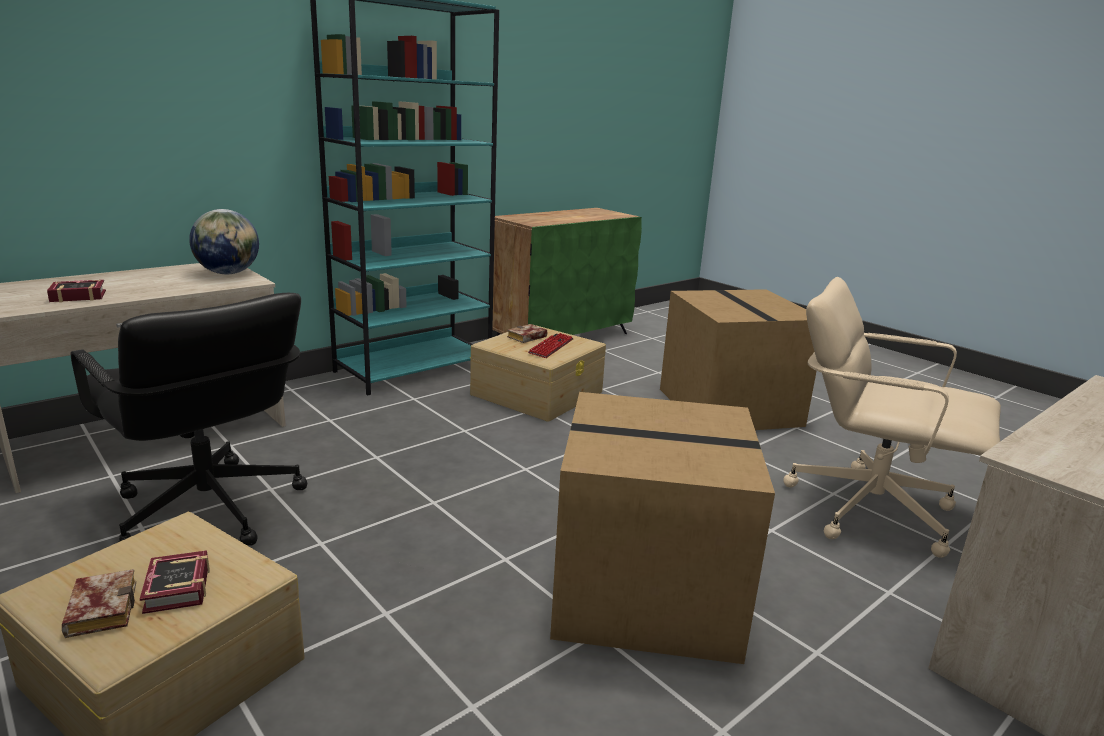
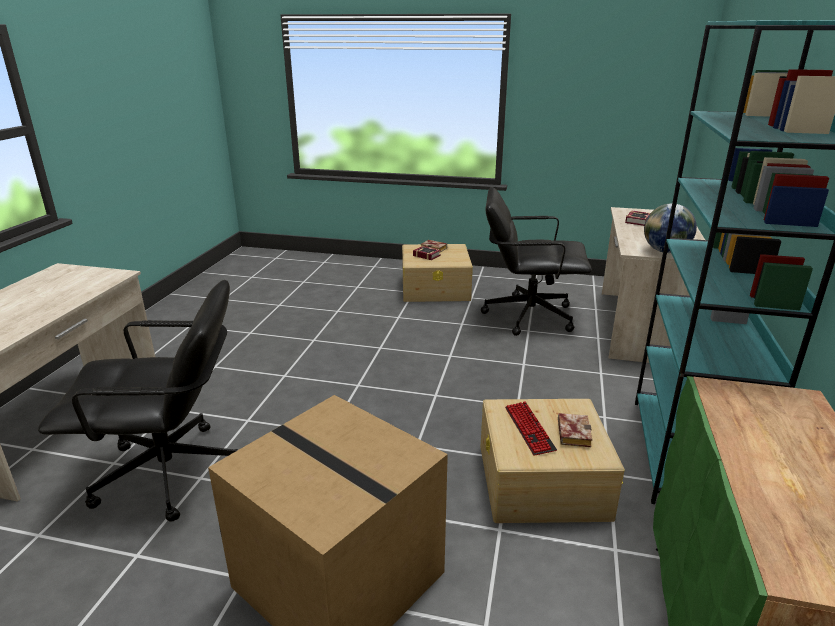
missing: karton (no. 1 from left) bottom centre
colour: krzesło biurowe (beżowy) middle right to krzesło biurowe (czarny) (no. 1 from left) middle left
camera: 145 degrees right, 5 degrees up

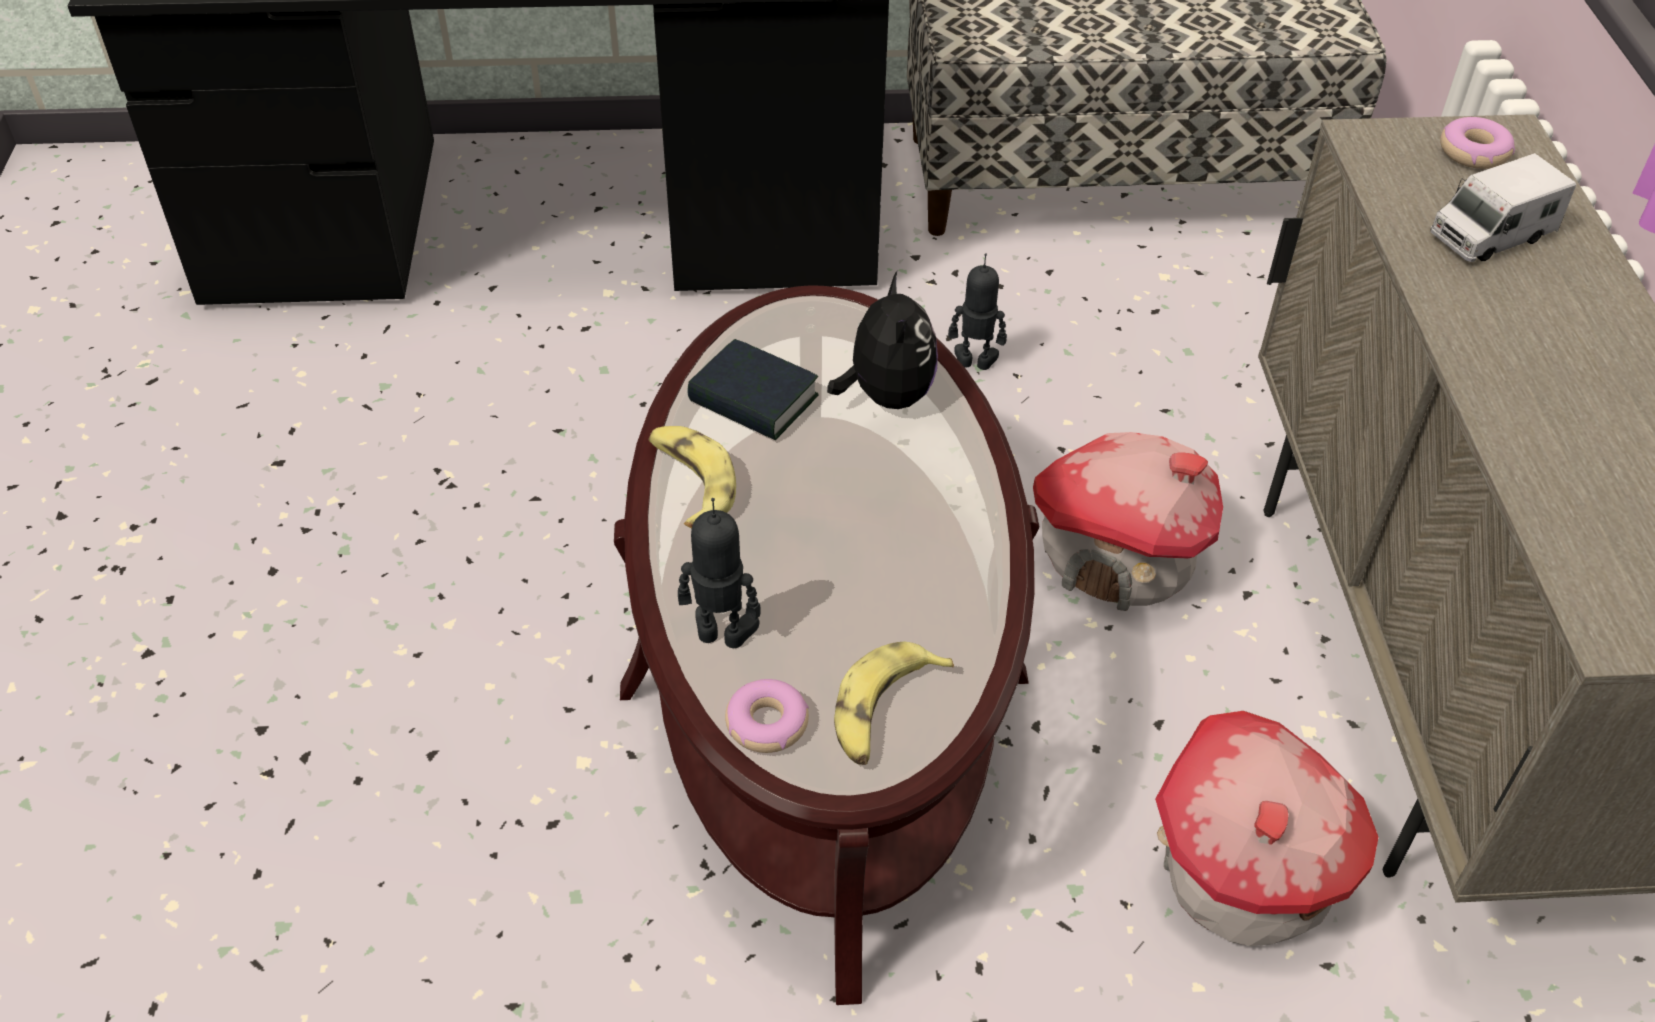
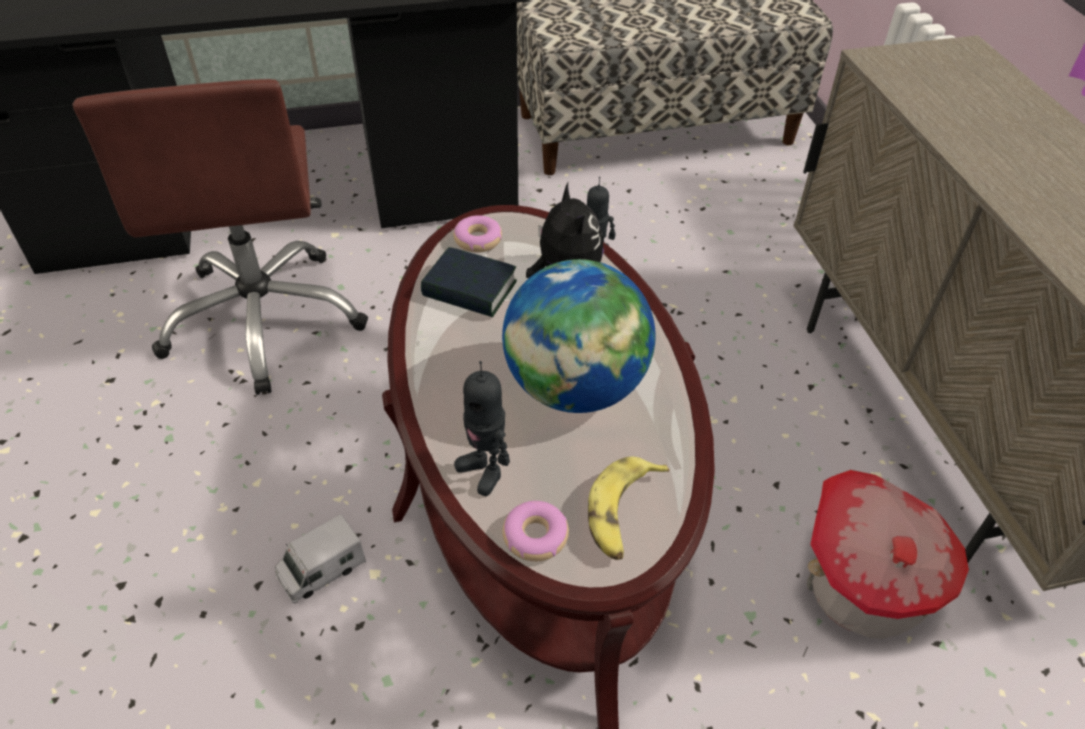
missing: banan (no. 1 from left) centre; domek (no. 1 from left) middle right
appeared: krzesło biurowe (brązowy) top left; globus centre
relocated: ciężarówka zabawkowa top right to bottom left; donut (no. 2 from left in the first image) top right to donut (no. 1 from left) top centre
spun: robot zabawkowy (no. 1 from left) centre = centre 135 degrees counterclockwise
camera: 10 degrees left, 0 degrees up

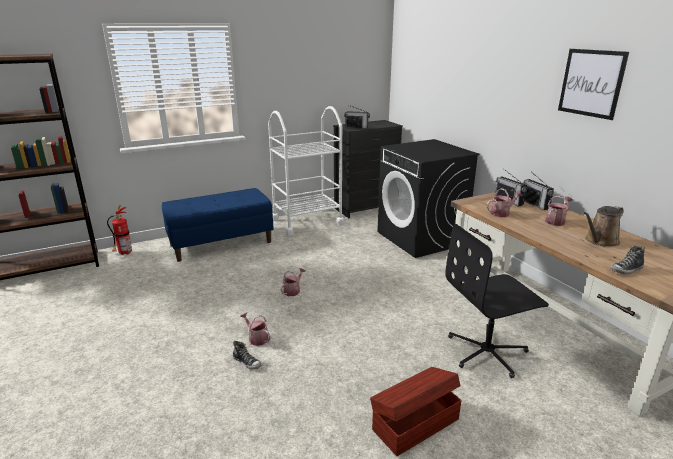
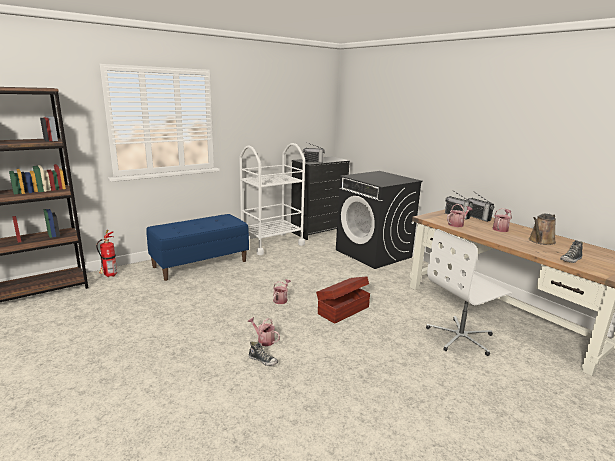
missing: obraz top right
relocated: pojemnik do przechowywania (brązowy) bottom centre to centre
colour: krzesło biurowe (czarny) middle right to krzesło biurowe (biały) middle right
camera: 10 degrees left, 5 degrees down

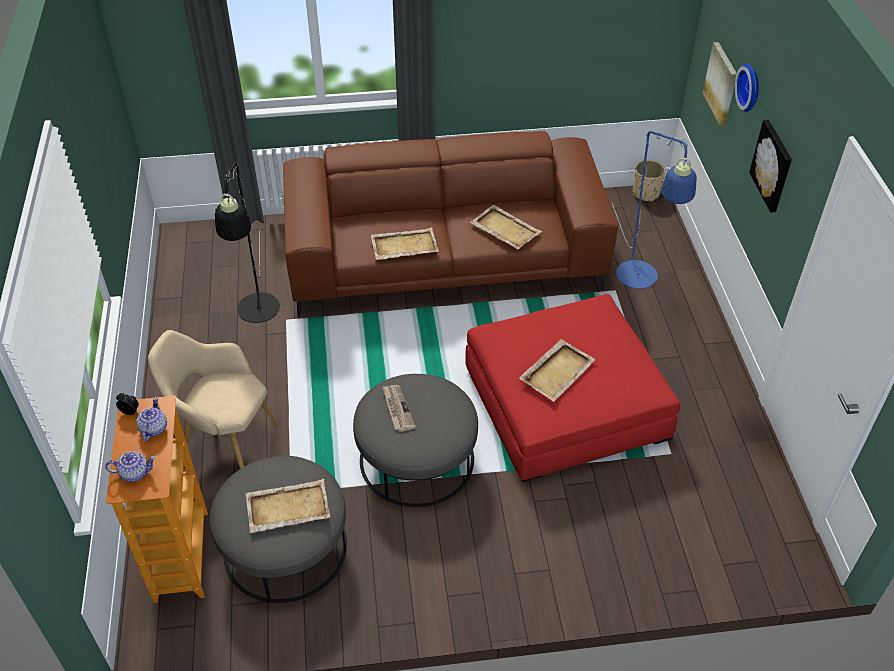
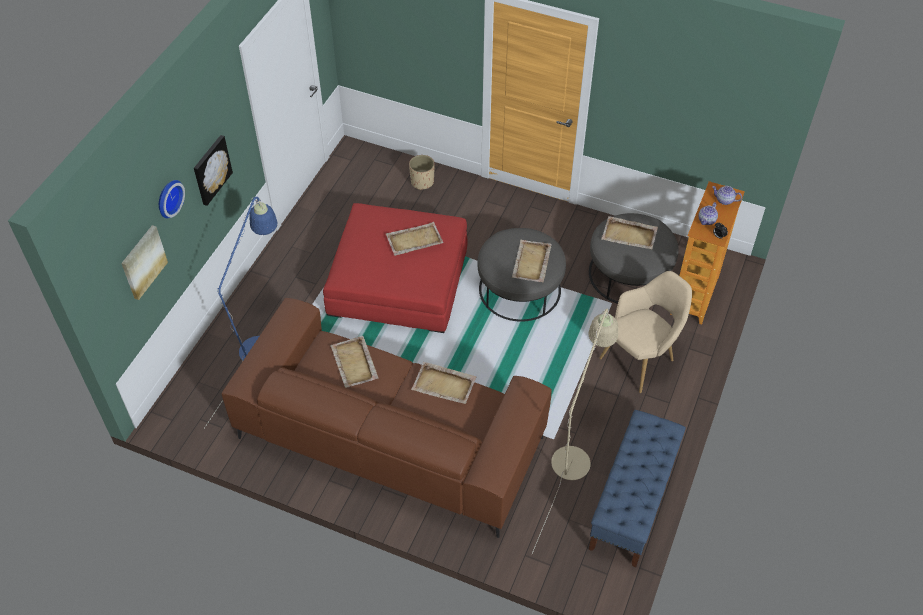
appeared: ławka (niebieski) bottom right
relocated: donica (beżowy) top right to top centre
exchanged: gazeta centre to taca (beżowy) (no. 4 from left) centre
colour: lampa stojąca (czarny) middle left to lampa stojąca (beżowy) bottom centre
spun: fotel (beżowy) middle left = middle right 90 degrees counterclockwise
camera: 150 degrees left, 5 degrees up

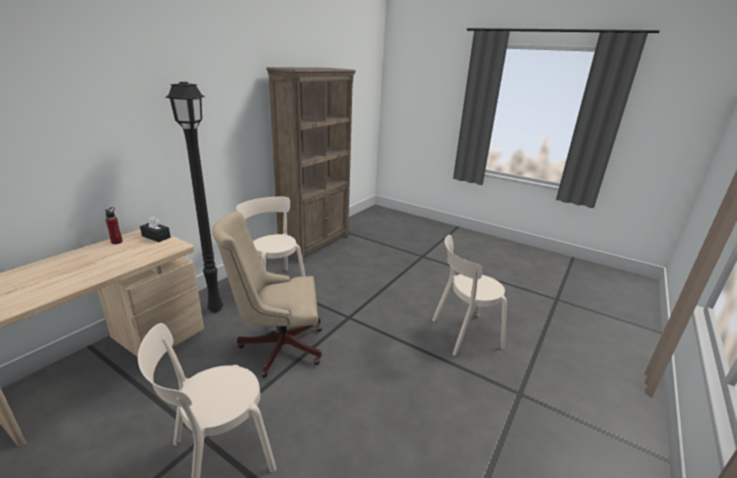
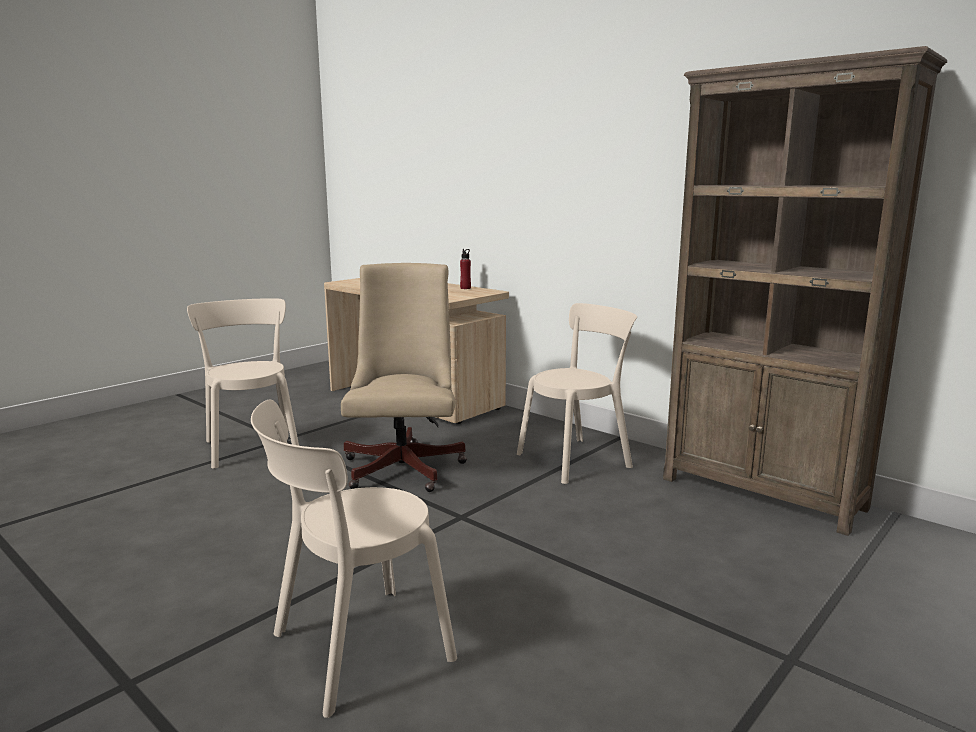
missing: pudełko chusteczek (czarny) middle left; lampa stojąca (czarny) middle left
spun: krzesło (beżowy) (no. 3 from left in the first image) centre = bottom centre 120 degrees counterclockwise
camera: 100 degrees right, 10 degrees down

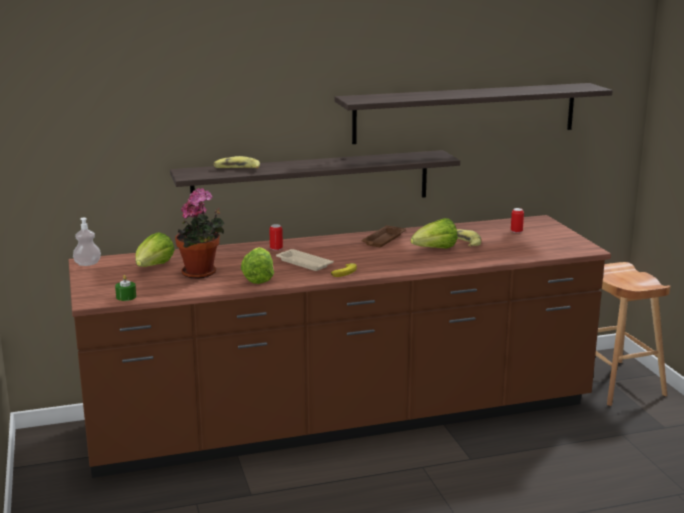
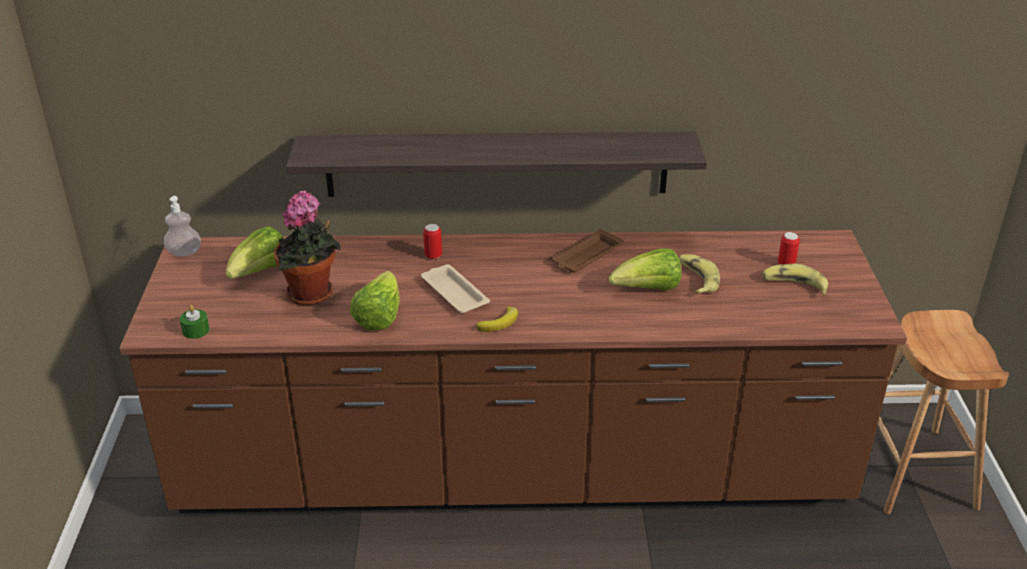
missing: półka (no. 2 from left) top right
relocated: banan (no. 1 from left in the first image) top centre to banan (no. 3 from left) middle right
camera: 15 degrees right, 15 degrees up

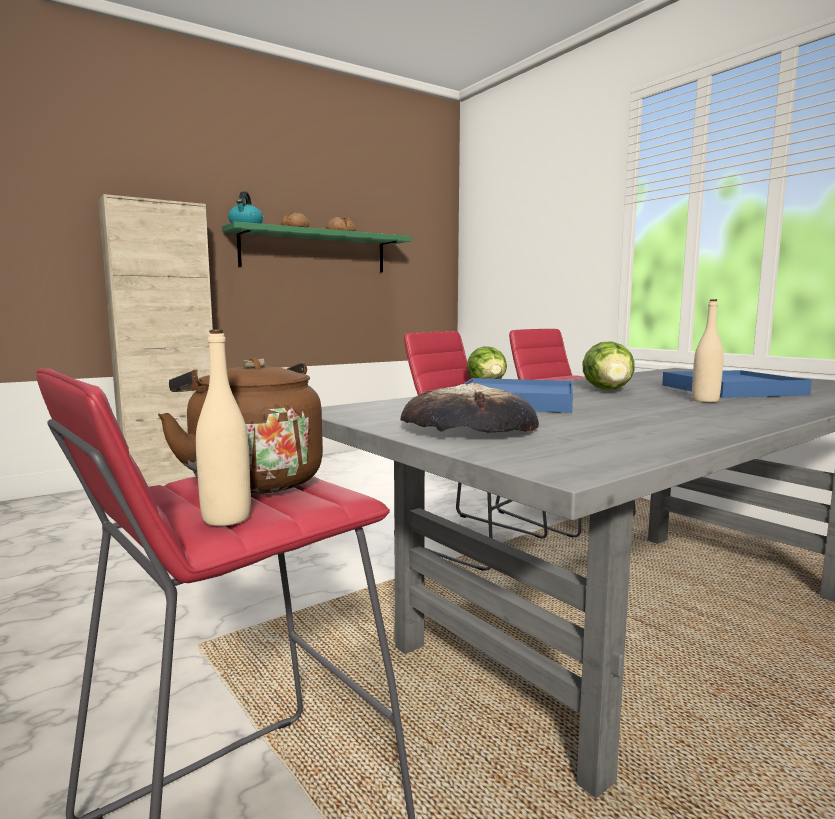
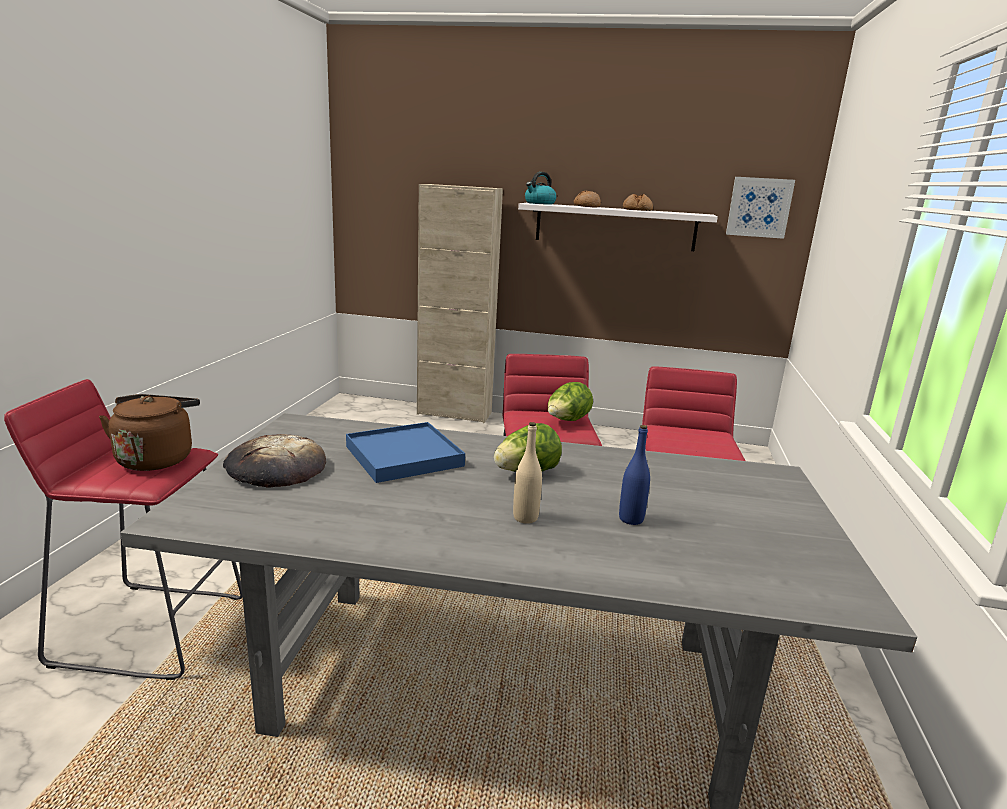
missing: butelka (beżowy) (no. 1 from left) middle left
appeared: obraz top right
exchanged: taca (niebieski) (no. 2 from left) middle right to butelka (niebieski) centre
colour: półka (zielony) top centre to półka (biały) top centre
camera: 45 degrees right, 10 degrees up

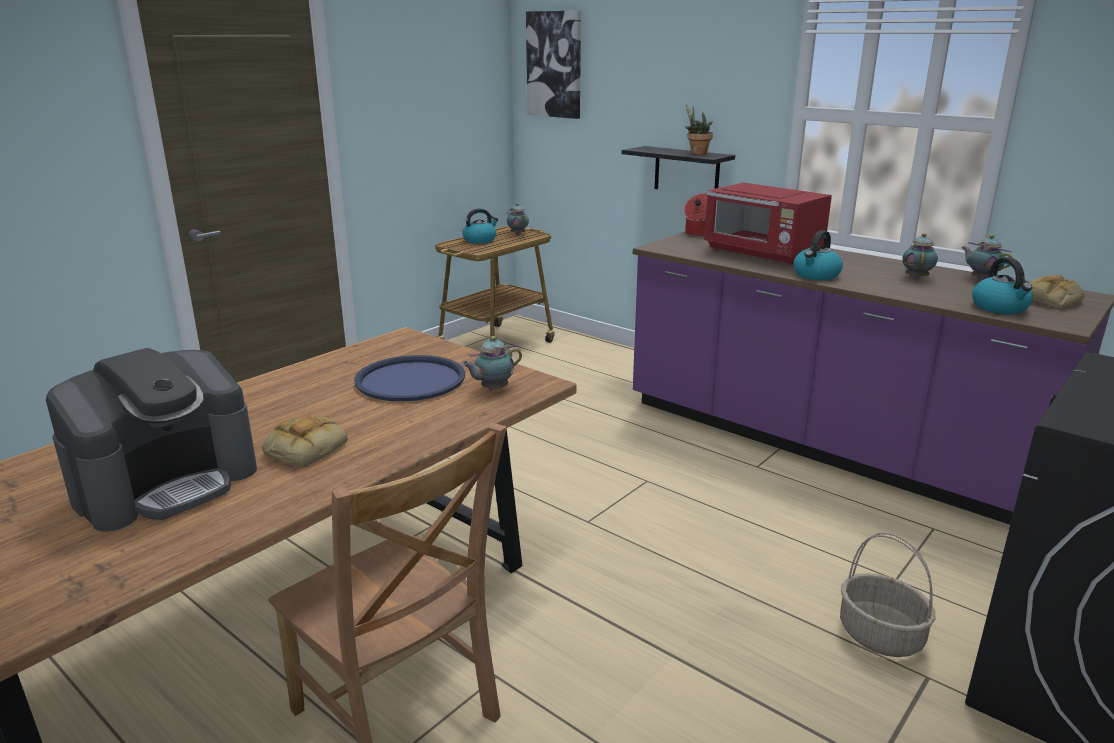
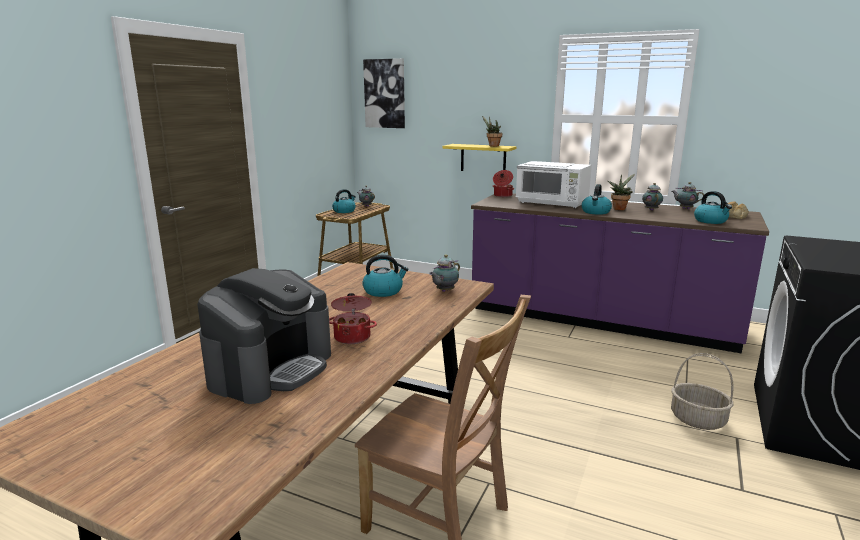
appeared: roślina doniczkowa (no. 2 from left) middle right
exchanged: chleb (no. 1 from left) middle left to garnek (no. 1 from left) centre; taca (niebieski) centre to czajnik (no. 2 from left) centre
colour: półka (czarny) top centre to półka (żółty) top centre; mikrofalówka (czerwony) top right to mikrofalówka (biały) centre
camera: 15 degrees left, 5 degrees down

